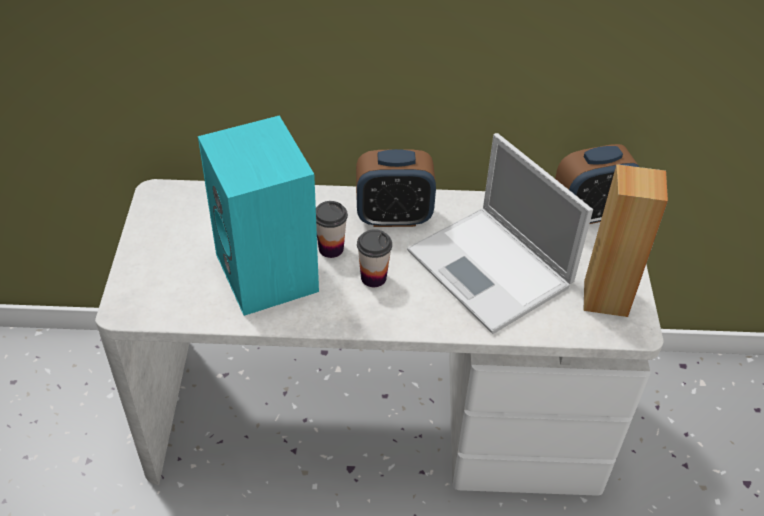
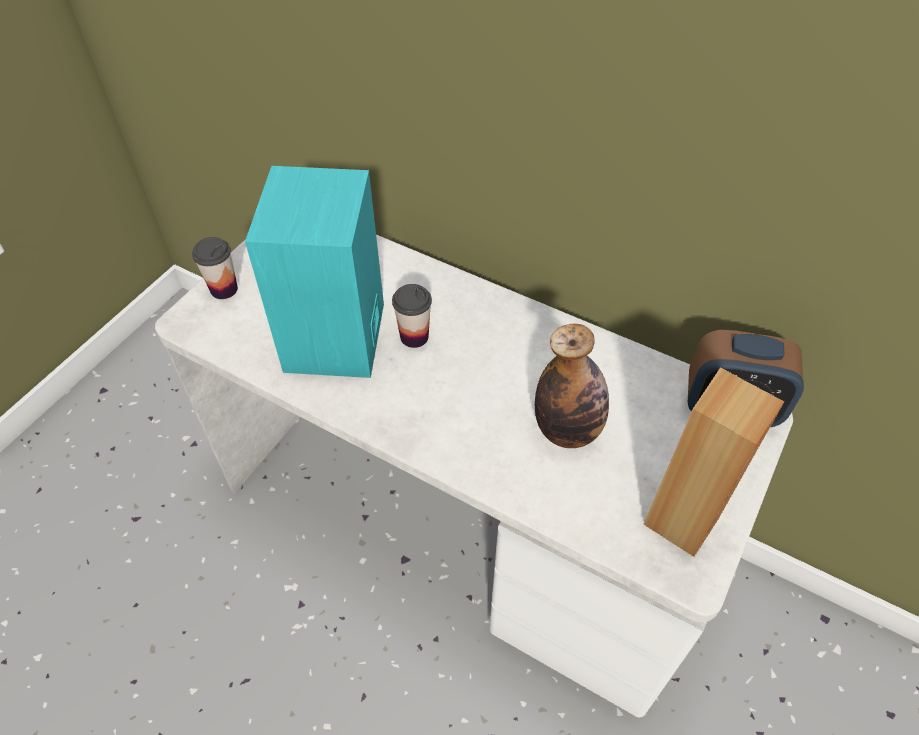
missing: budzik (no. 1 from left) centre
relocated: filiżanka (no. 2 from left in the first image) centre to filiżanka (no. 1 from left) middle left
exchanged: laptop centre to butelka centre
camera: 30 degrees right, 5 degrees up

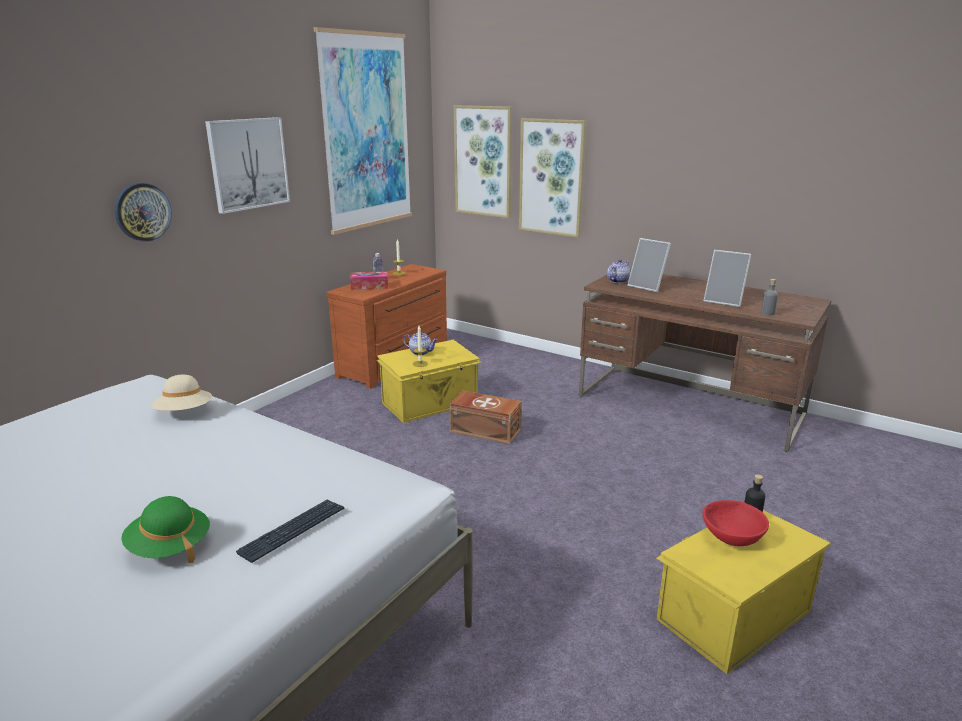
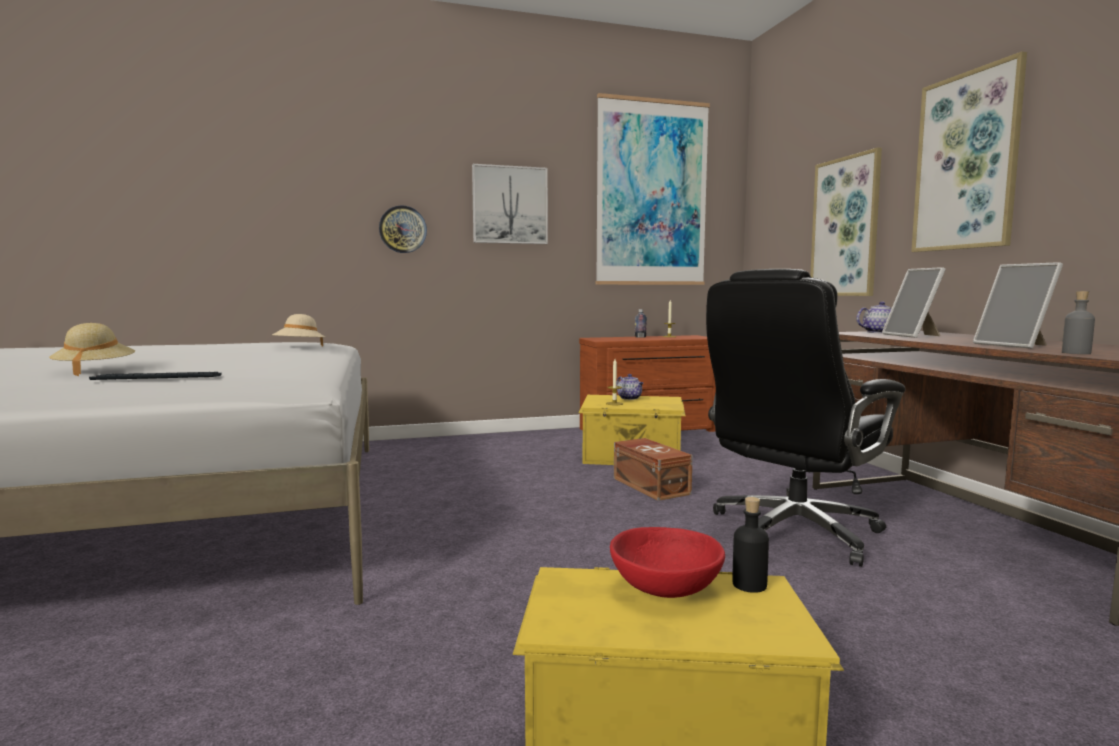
missing: pudełko chusteczek centre
appeared: krzesło biurowe (czarny) middle right
relocated: obraz (no. 3 from left in the first image) top centre to obraz (no. 4 from left) top right
colour: kapelusz (zielony) bottom left to kapelusz (beżowy) (no. 1 from left) middle left
camera: 40 degrees right, 15 degrees down

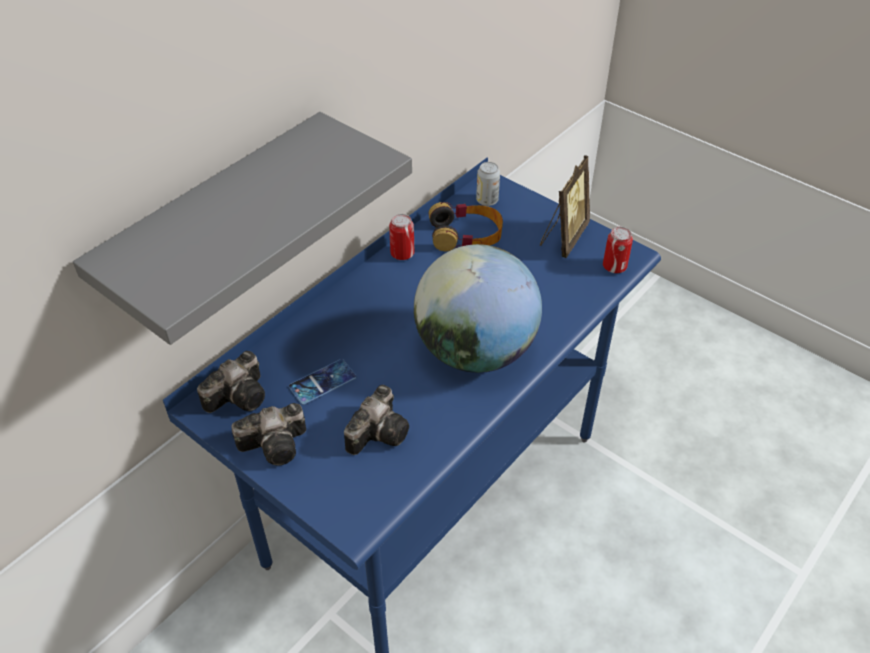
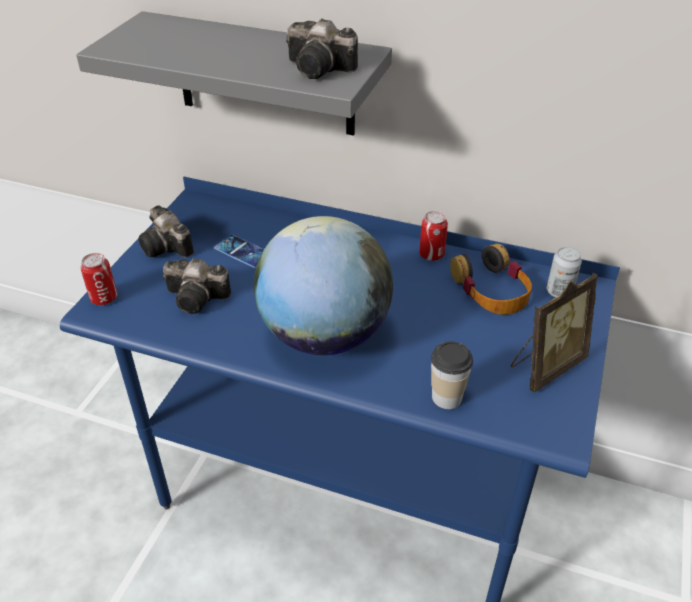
appeared: filiżanka centre
relocated: aparat fotograficzny (no. 1 from left in the first image) middle left to aparat fotograficzny (no. 3 from left) top centre; puszka (no. 3 from left in the first image) middle right to puszka (no. 1 from left) middle left
spun: ramka na zdjęcie top centre = middle right 45 degrees counterclockwise
camera: 70 degrees right, 5 degrees down

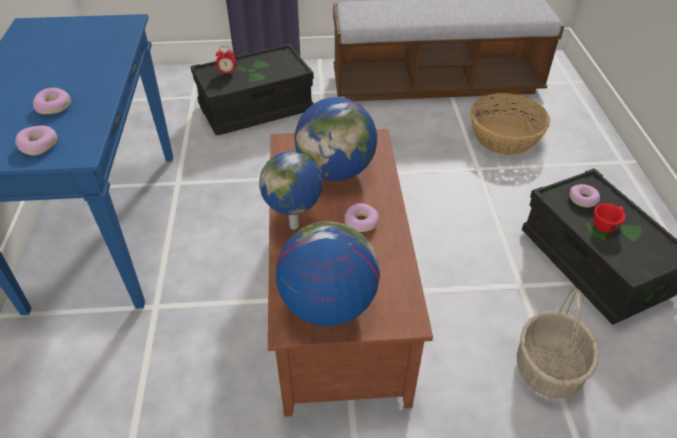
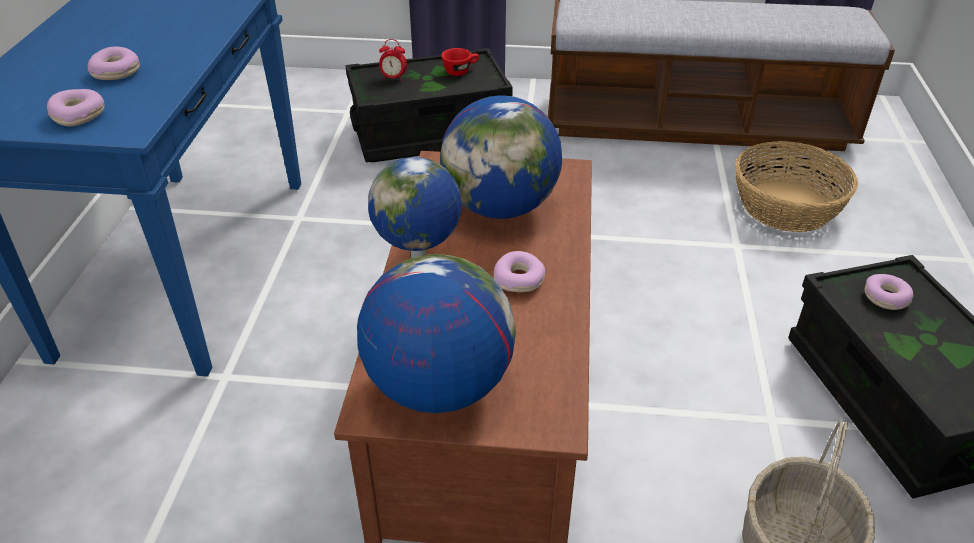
relocated: filiżanka (czerwony) middle right to top centre
camera: 10 degrees right, 5 degrees down

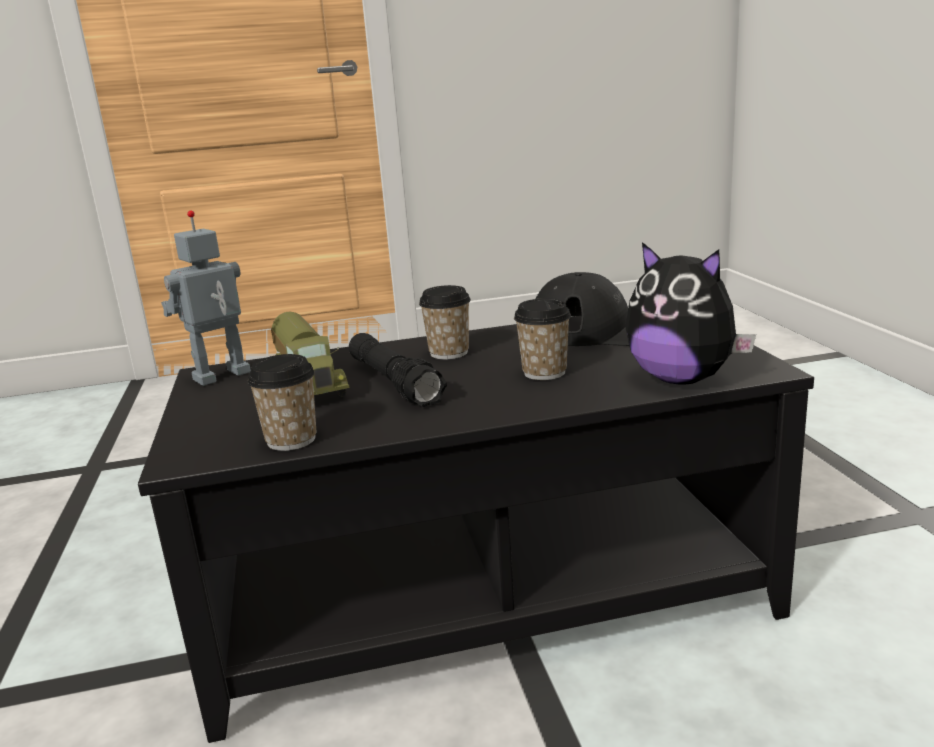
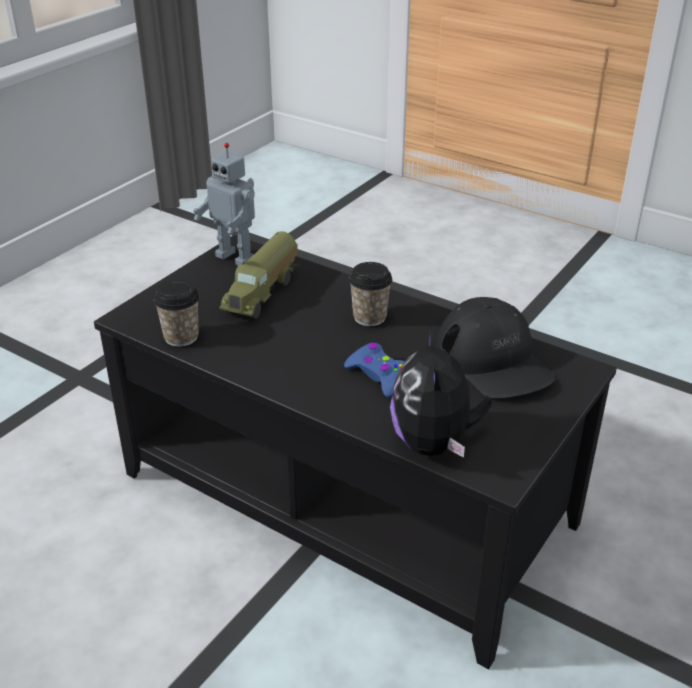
missing: latarka (czarny) centre
exchanged: filiżanka (no. 3 from left) centre to pad do gier (niebieski) centre
spun: robot zabawkowy middle left = top left 150 degrees counterclockwise
camera: 45 degrees right, 15 degrees up

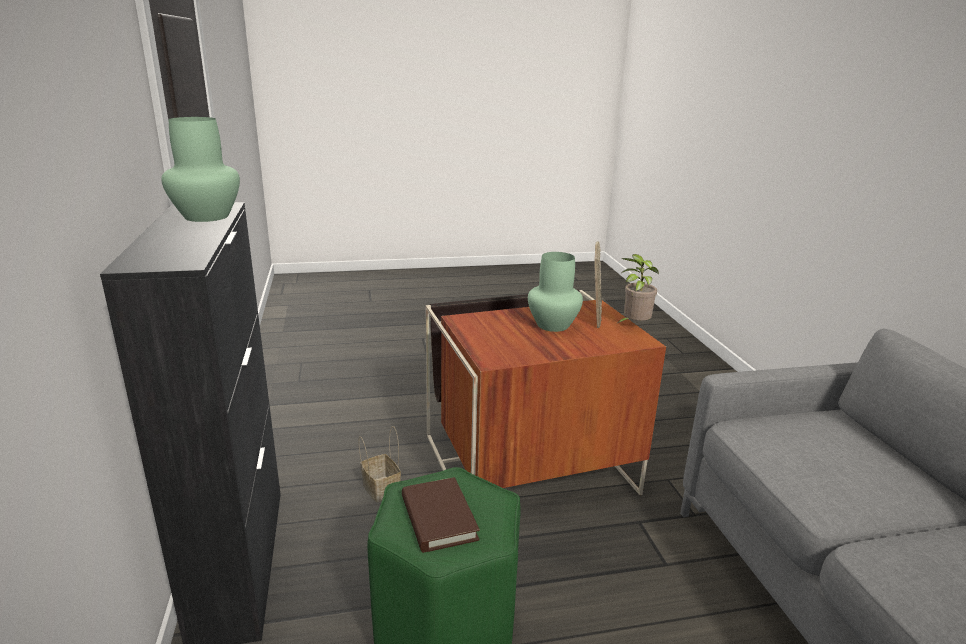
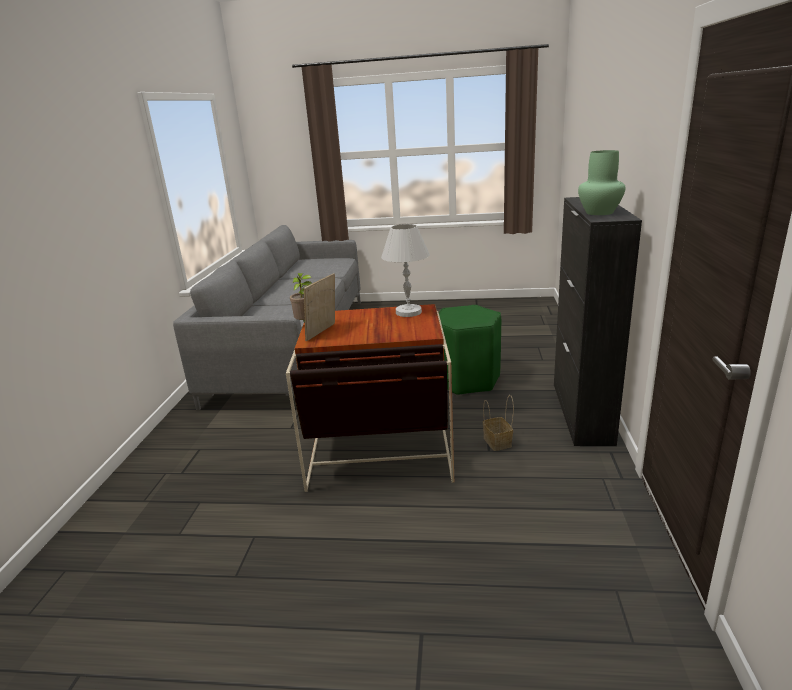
missing: książka (brązowy) bottom centre; wazon (zielony) (no. 2 from left) centre
appeared: lampa stołowa (biały) centre
camera: 160 degrees left, 0 degrees up

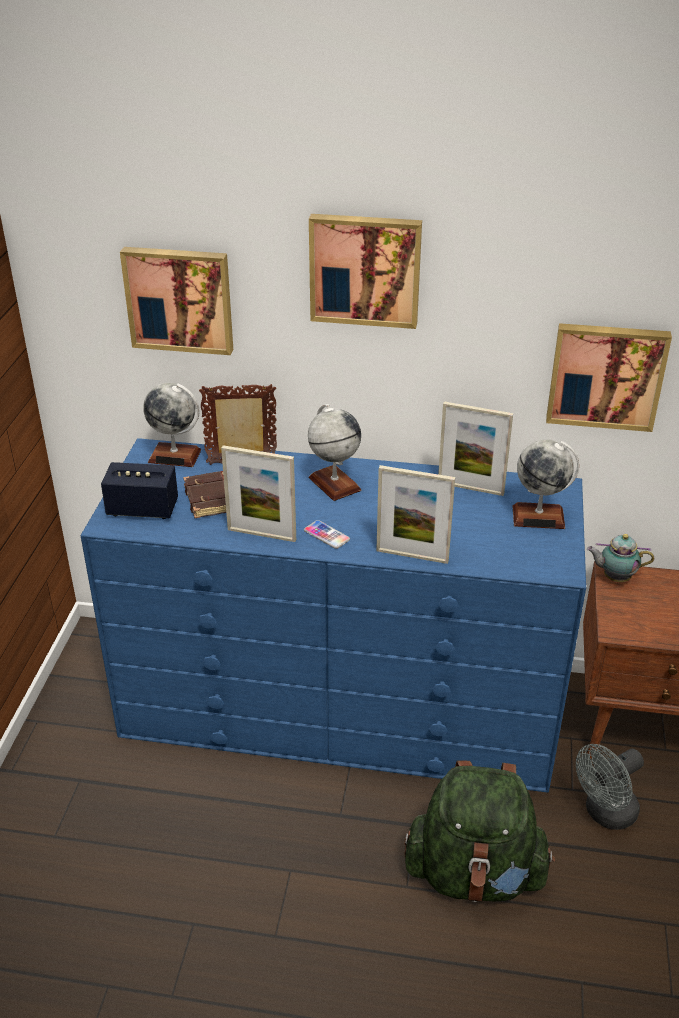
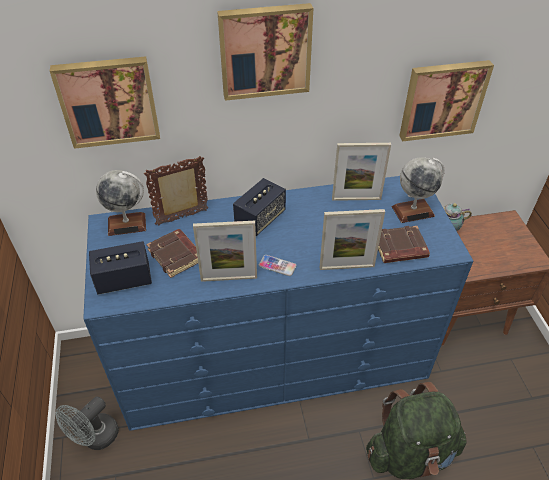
appeared: książka (brązowy) (no. 2 from left) middle right
relocated: wentylator (szary) bottom right to bottom left
exchanged: globus (no. 2 from left) centre to głośnik (no. 2 from left) centre
camera: 20 degrees left, 10 degrees up

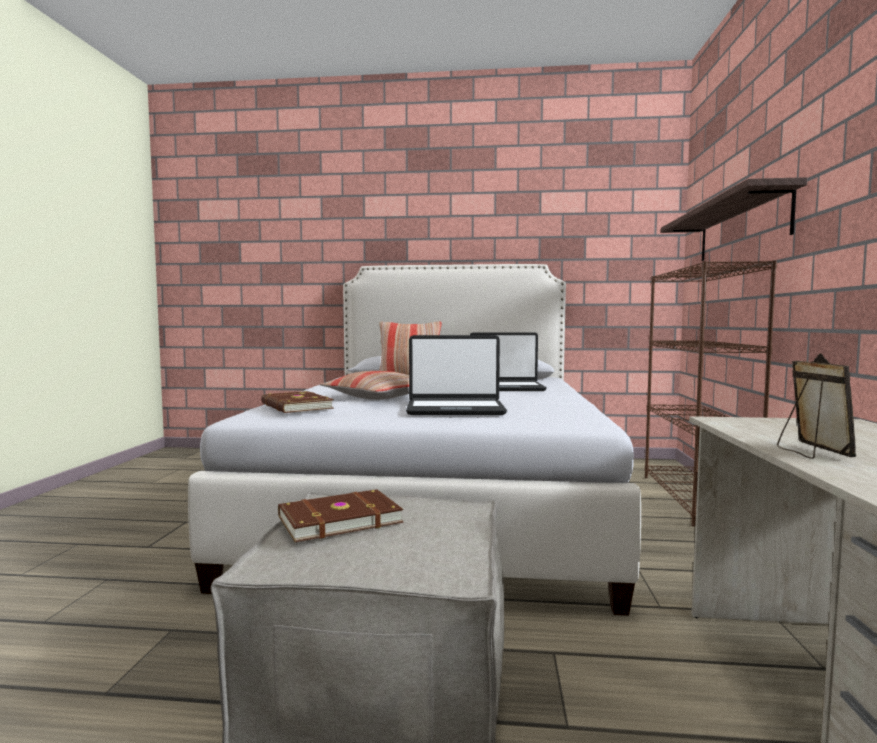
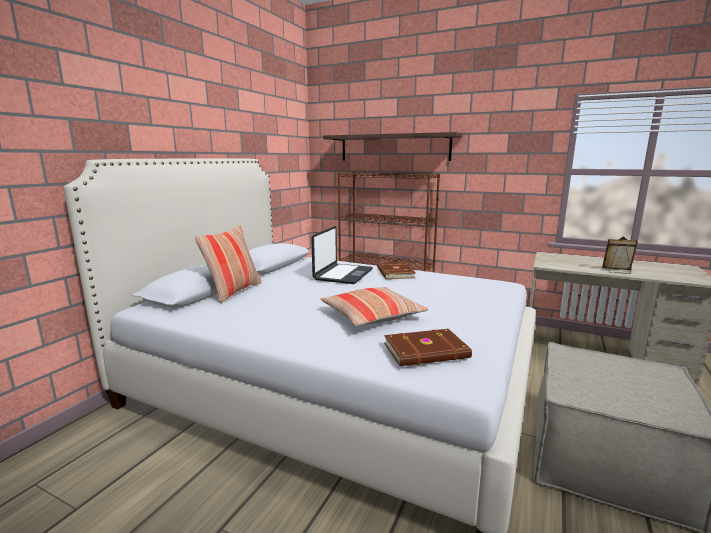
missing: laptop (no. 1 from left) centre
relocated: książka (brązowy) (no. 2 from left in the first image) bottom centre to książka (brązowy) (no. 1 from left) centre
camera: 70 degrees left, 10 degrees up

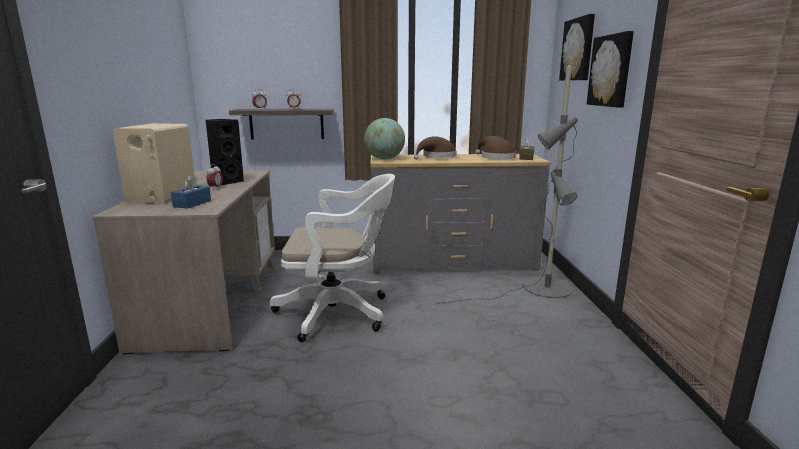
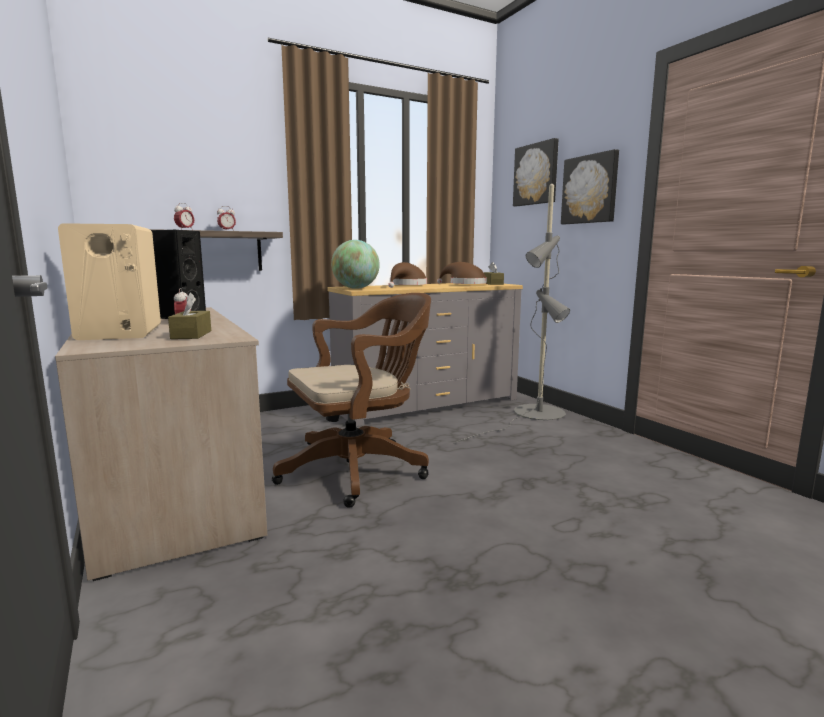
colour: pudełko chusteczek (niebieski) middle left to pudełko chusteczek (brązowy) (no. 1 from left) middle left; krzesło biurowe (biały) centre to krzesło biurowe (brązowy) centre
camera: 25 degrees left, 5 degrees down

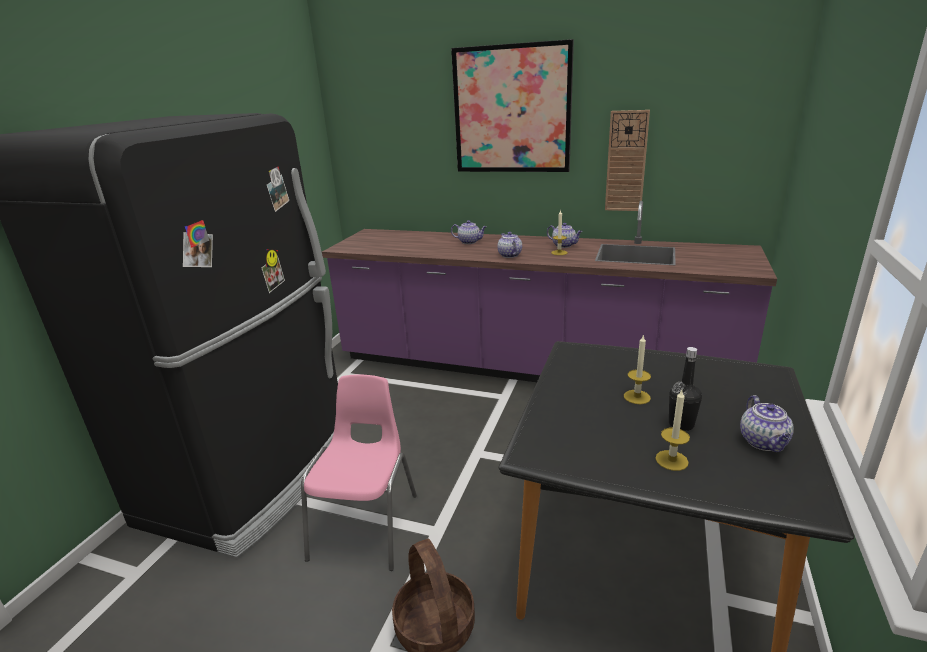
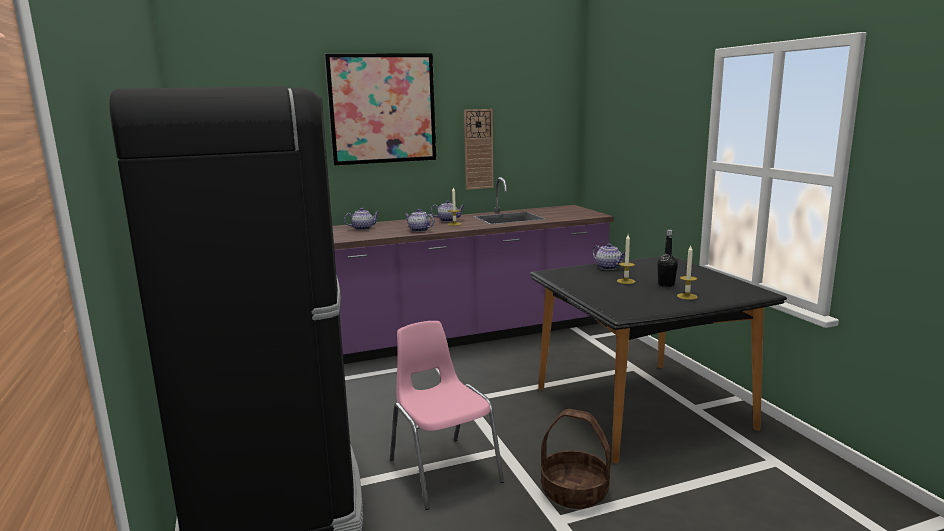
relocated: imbryk (no. 4 from left) middle right to centre
camera: 40 degrees left, 10 degrees down

